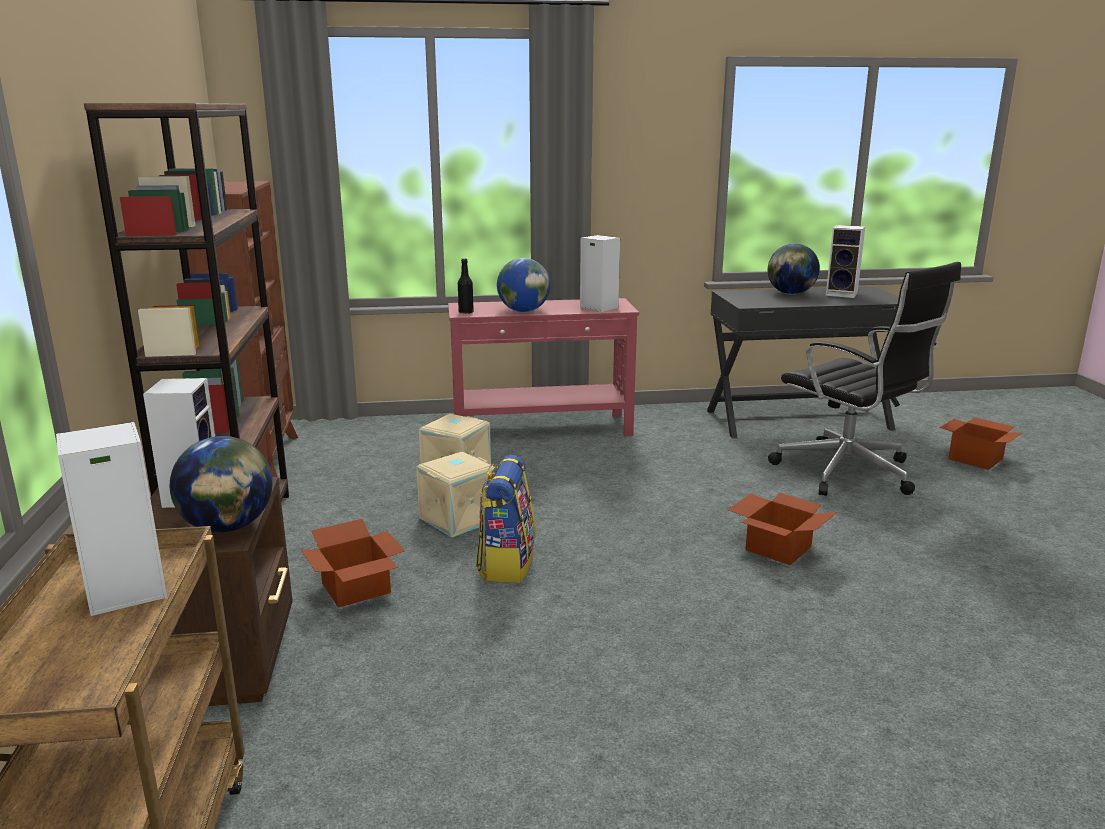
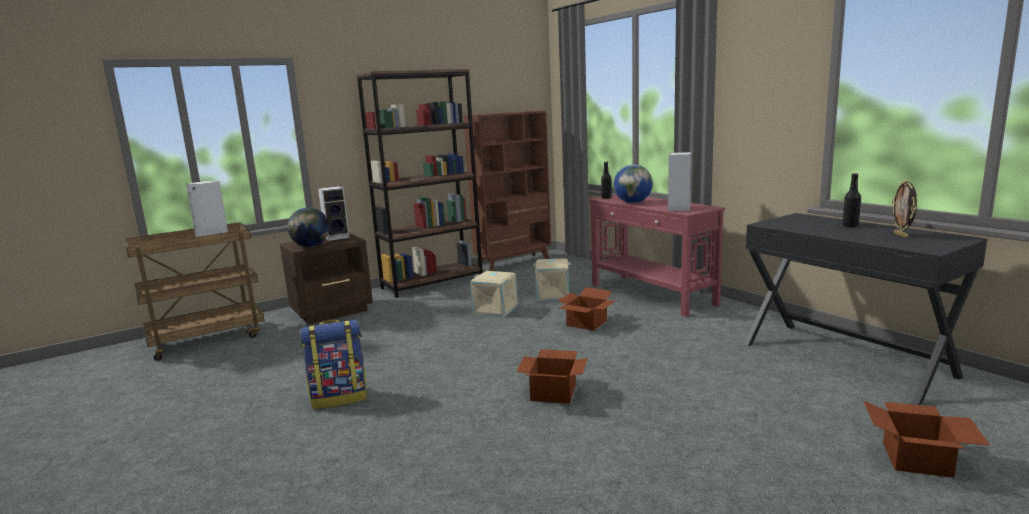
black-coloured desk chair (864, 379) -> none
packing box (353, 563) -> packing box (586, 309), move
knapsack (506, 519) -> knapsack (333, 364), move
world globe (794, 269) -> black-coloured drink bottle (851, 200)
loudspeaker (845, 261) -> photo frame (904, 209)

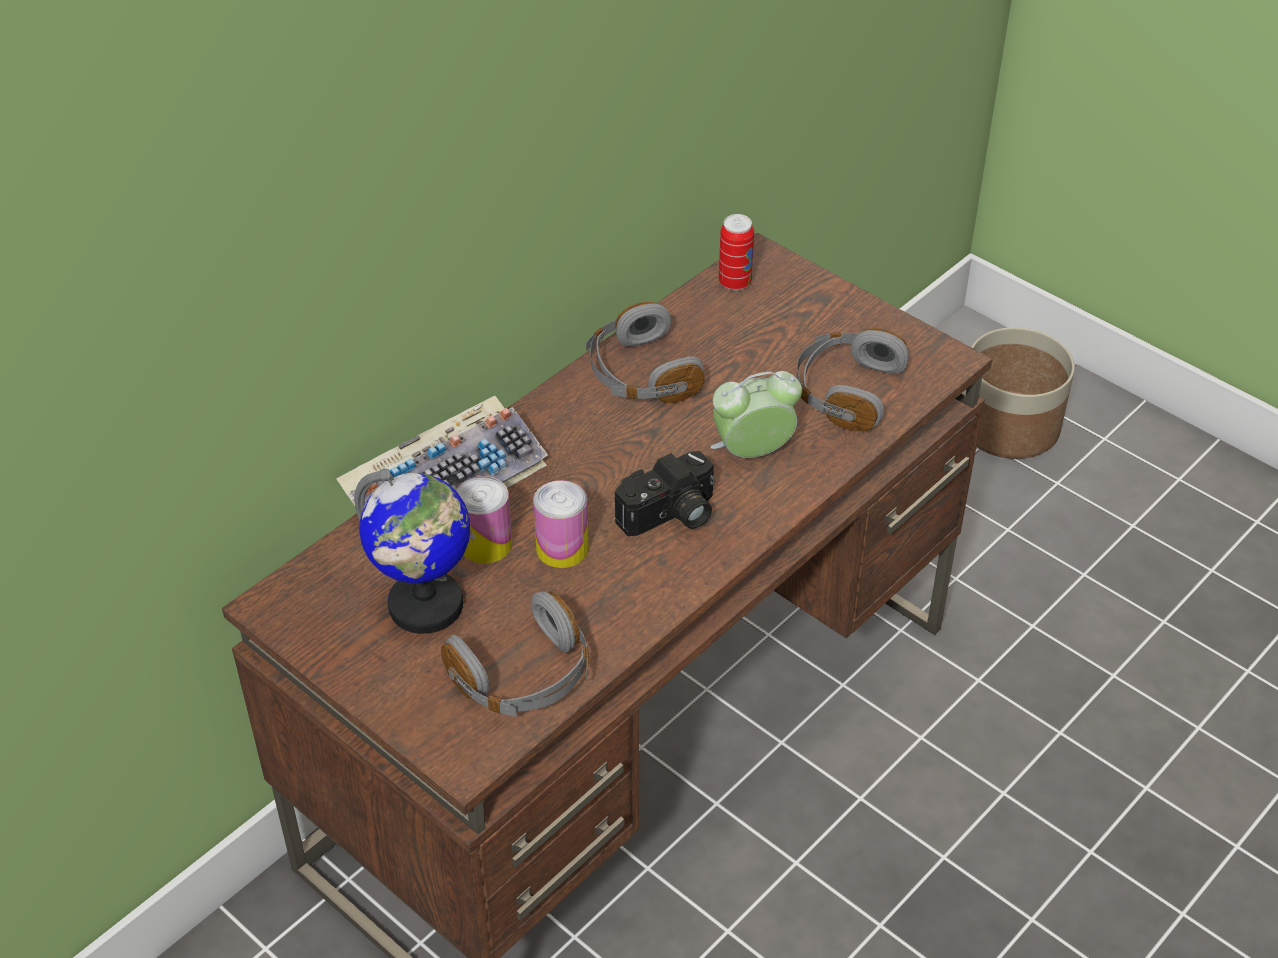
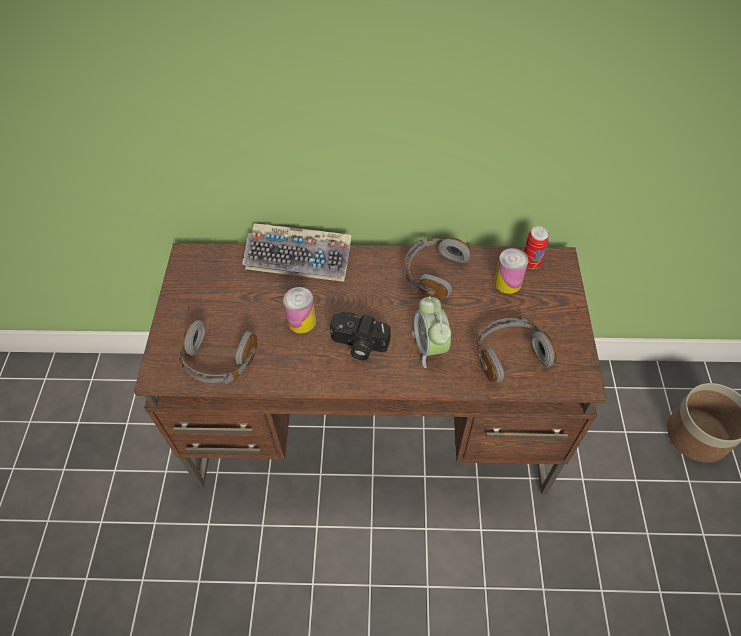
world globe (412, 551) -> none
sealed can (484, 520) -> sealed can (511, 271), move
table clock (756, 414) -> table clock (431, 332), 135 degrees counterclockwise

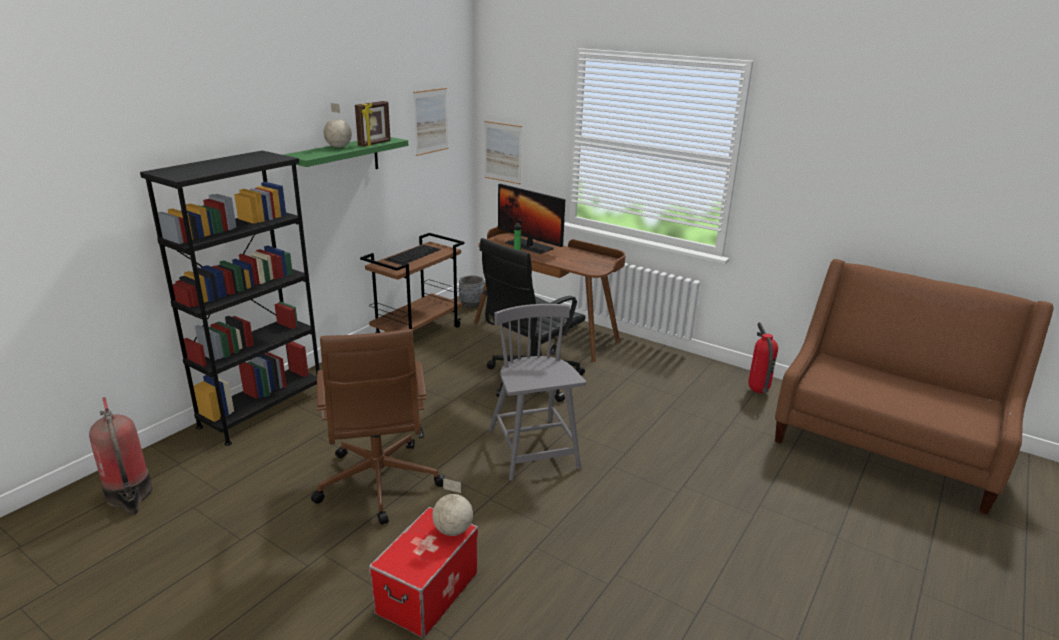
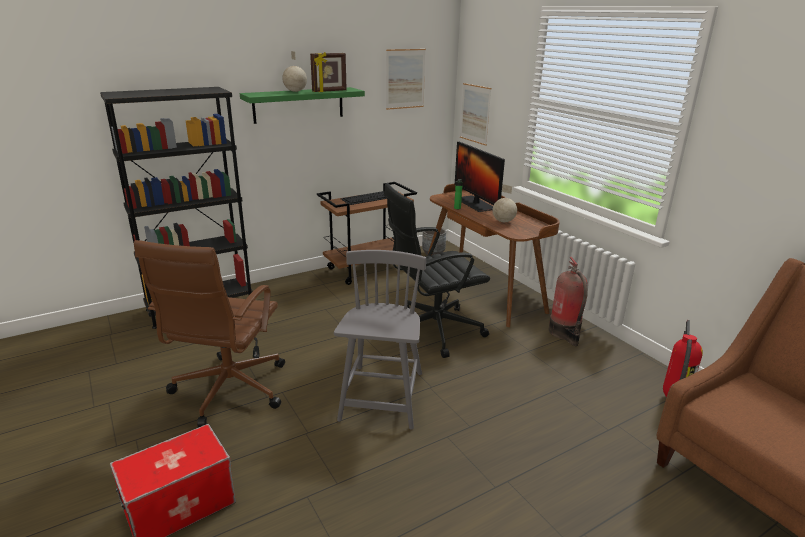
fire-fighting cylinder (121, 456) -> fire-fighting cylinder (568, 301), move
world globe (452, 507) -> world globe (504, 203), move

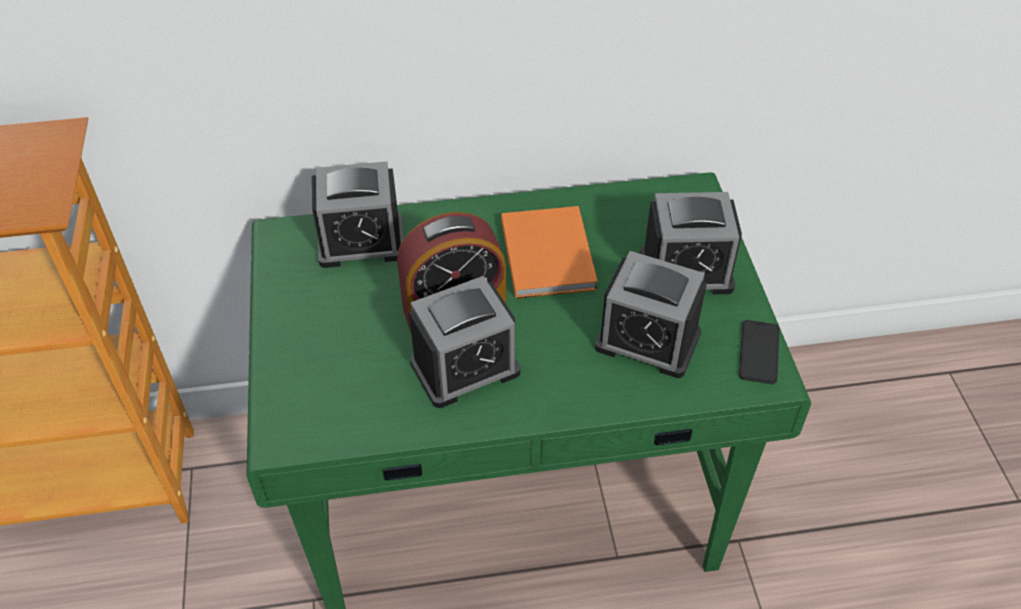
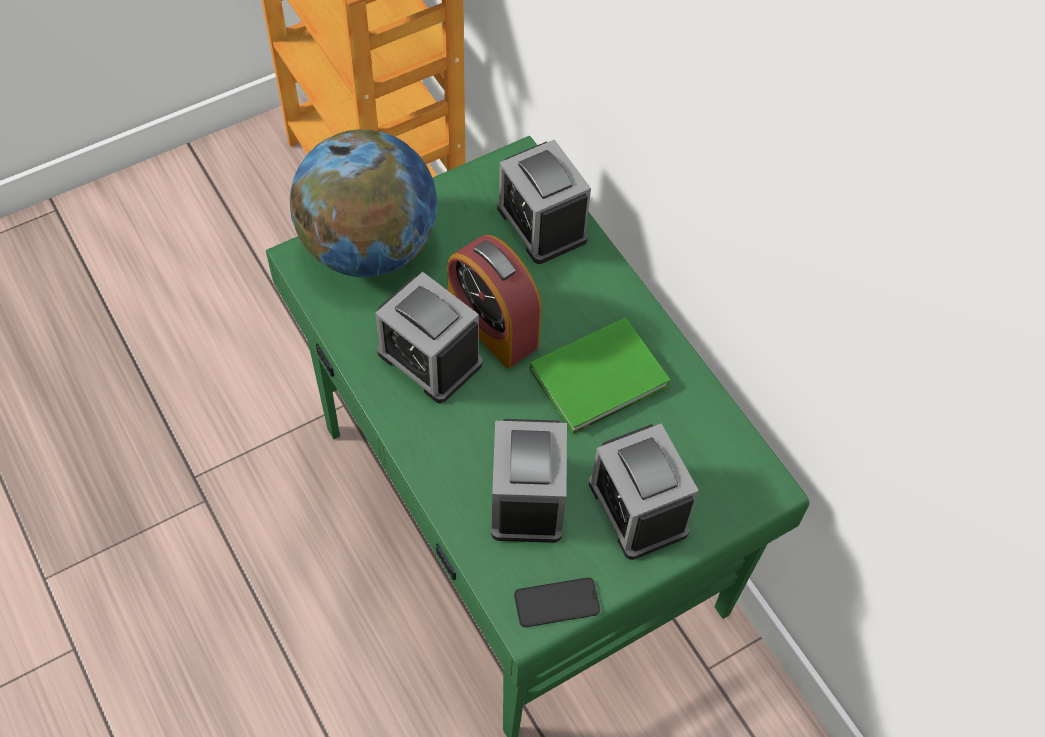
none -> world globe (364, 203)
orange bound book (549, 252) -> green bound book (600, 375)

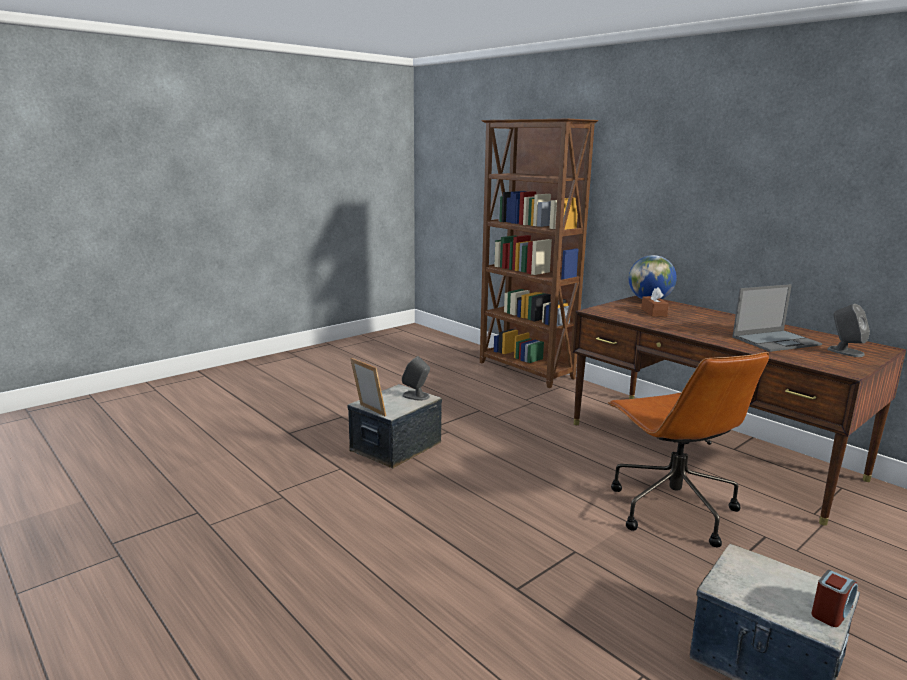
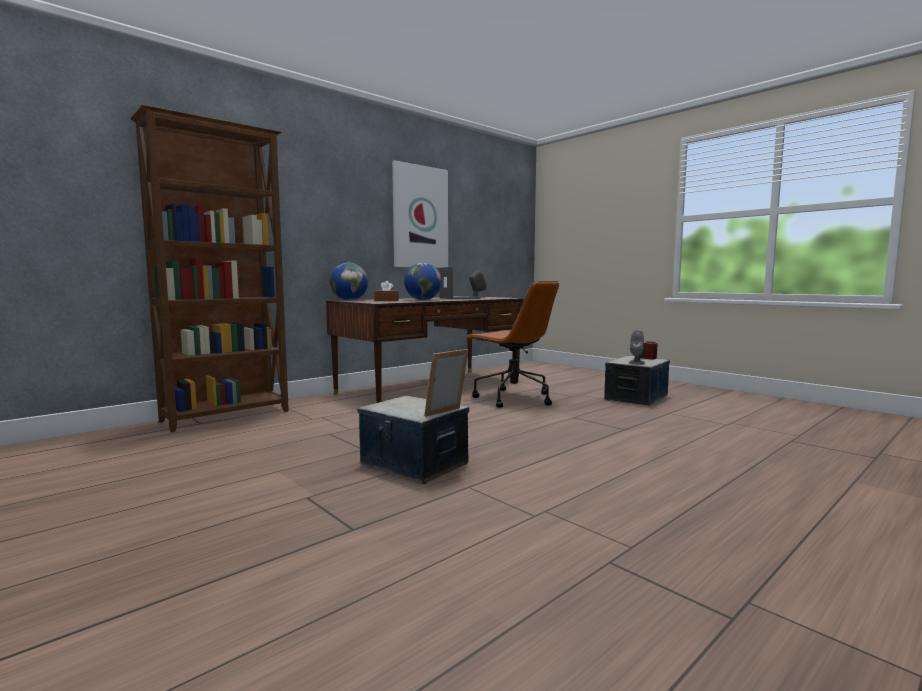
none -> wall art (420, 214)
none -> world globe (423, 281)
gray loudspeaker (416, 378) -> gray loudspeaker (637, 347), move
brown-coloured desk chair (688, 450) -> brown-coloured desk chair (512, 344), 60 degrees clockwise

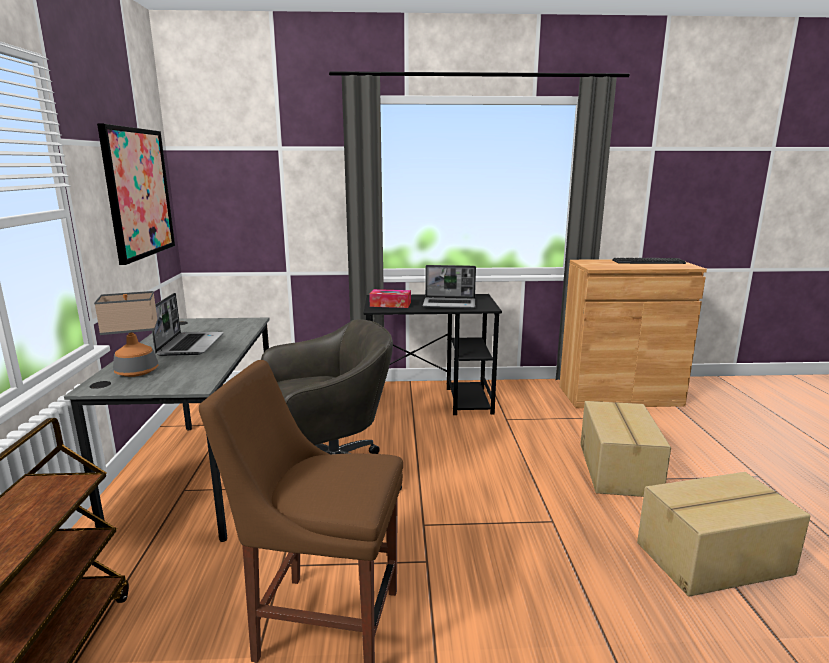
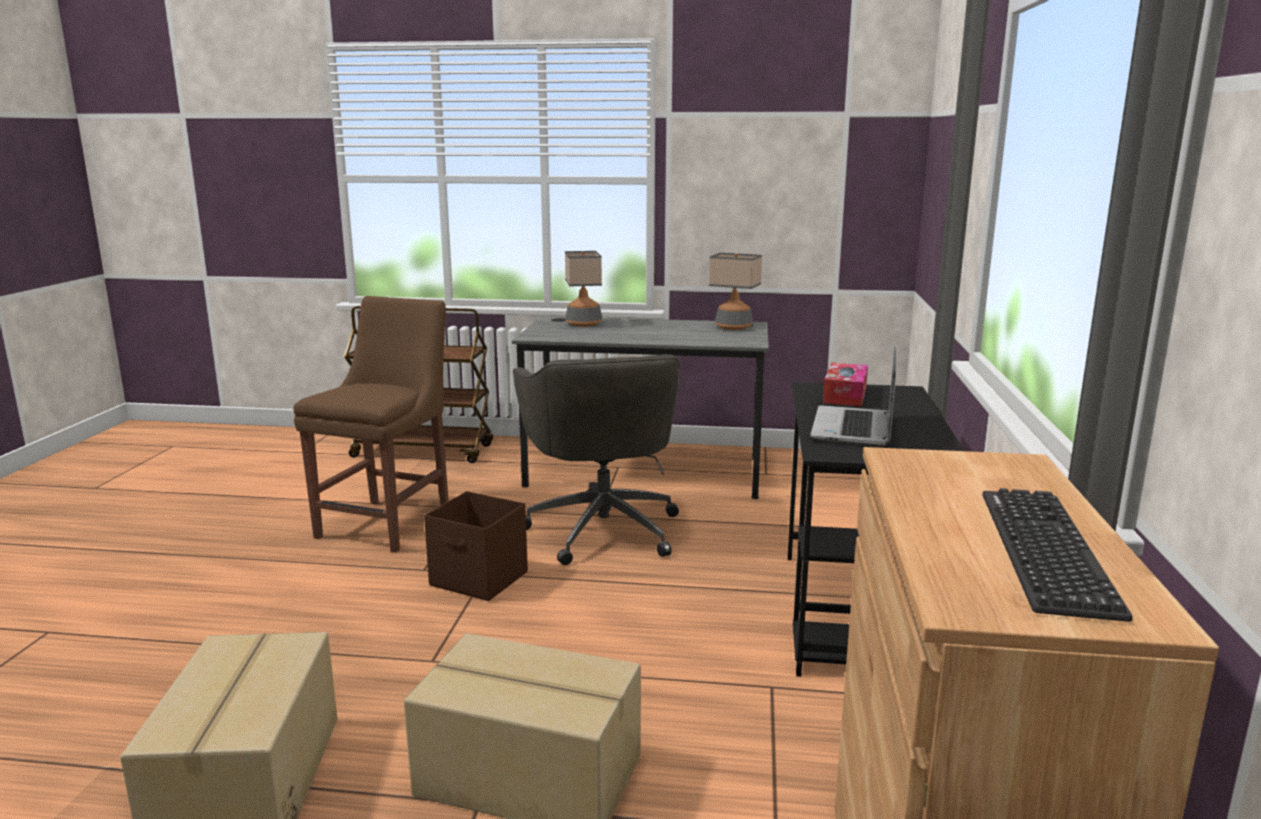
wall art (136, 194) -> none
laptop (187, 324) -> none
none -> brown-coloured storage bin (476, 546)
none -> table lamp (735, 291)

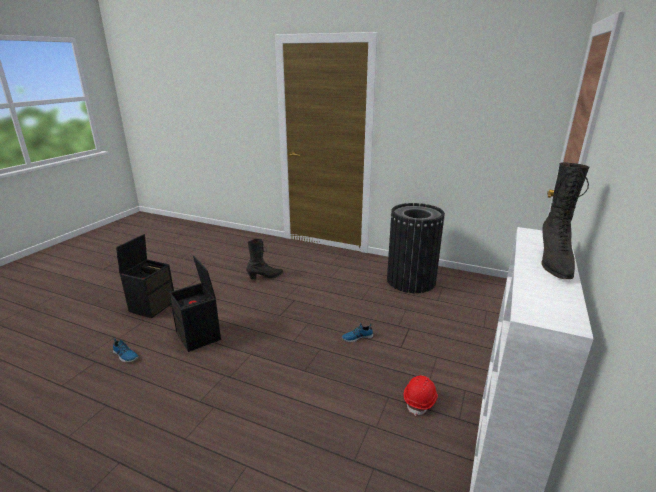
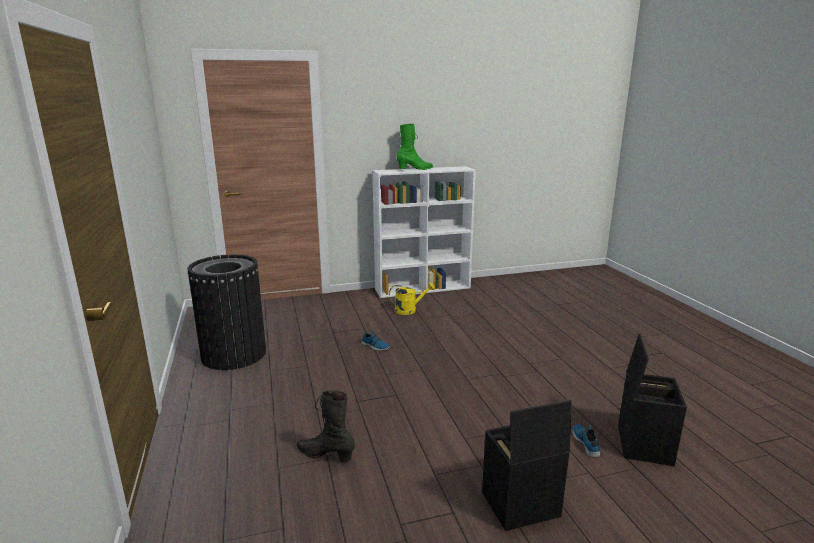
black-coloured storage bin (195, 304) -> black-coloured storage bin (652, 400), move
reddish hard hat (421, 395) -> yellowish watering pot (412, 298)
black-coloured high-top boot (565, 220) -> green high-top boot (414, 147)

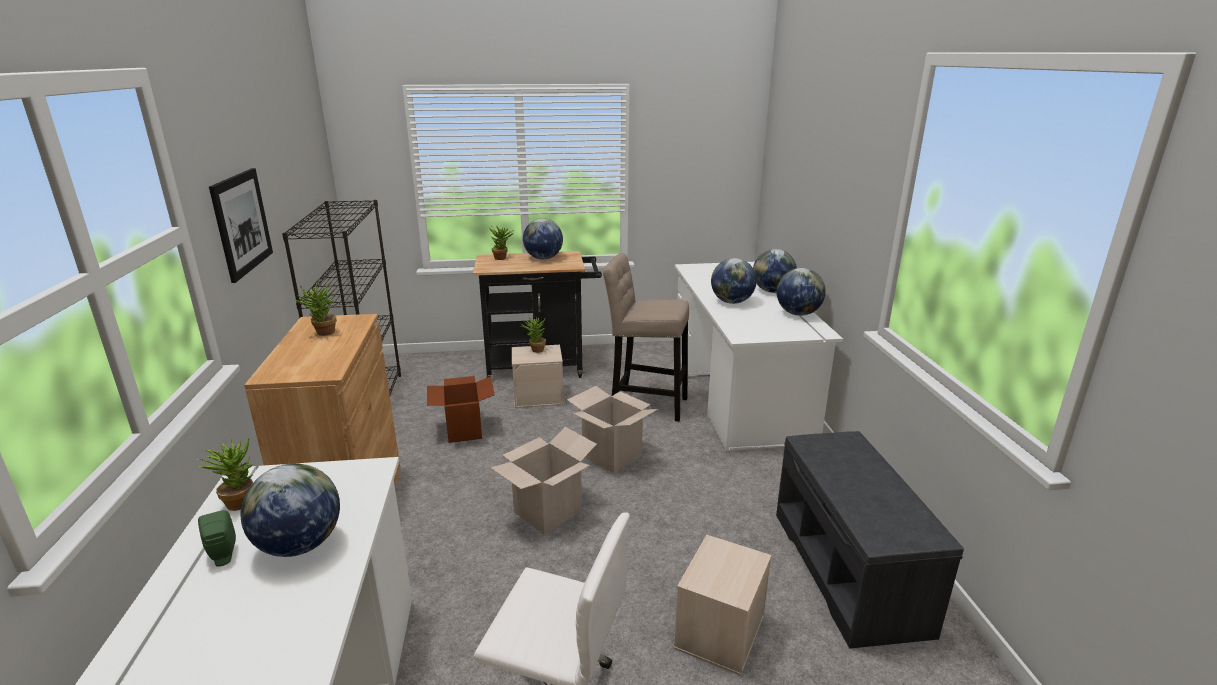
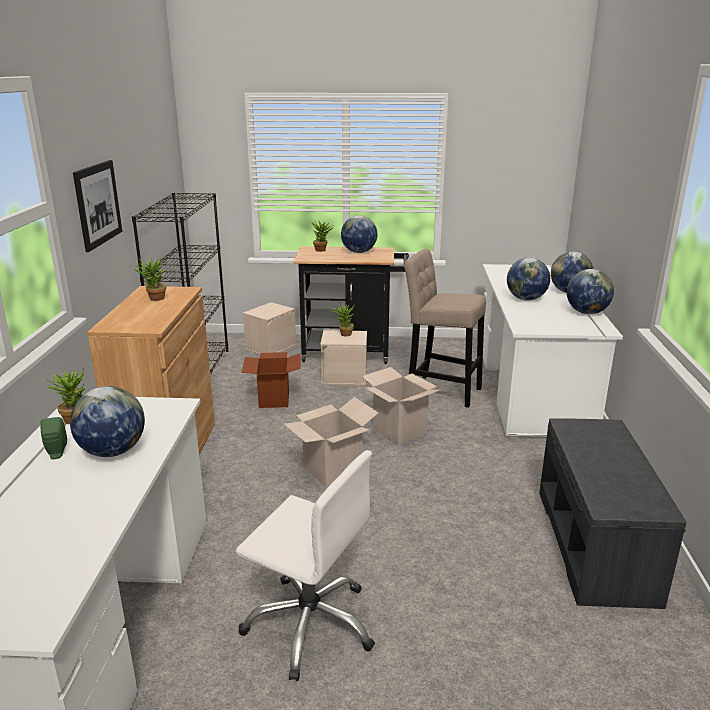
beige storage bin (723, 605) -> beige storage bin (269, 328), move

